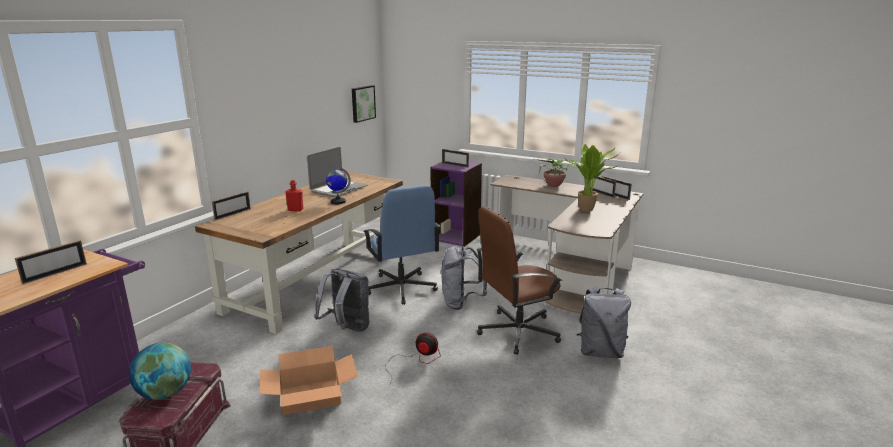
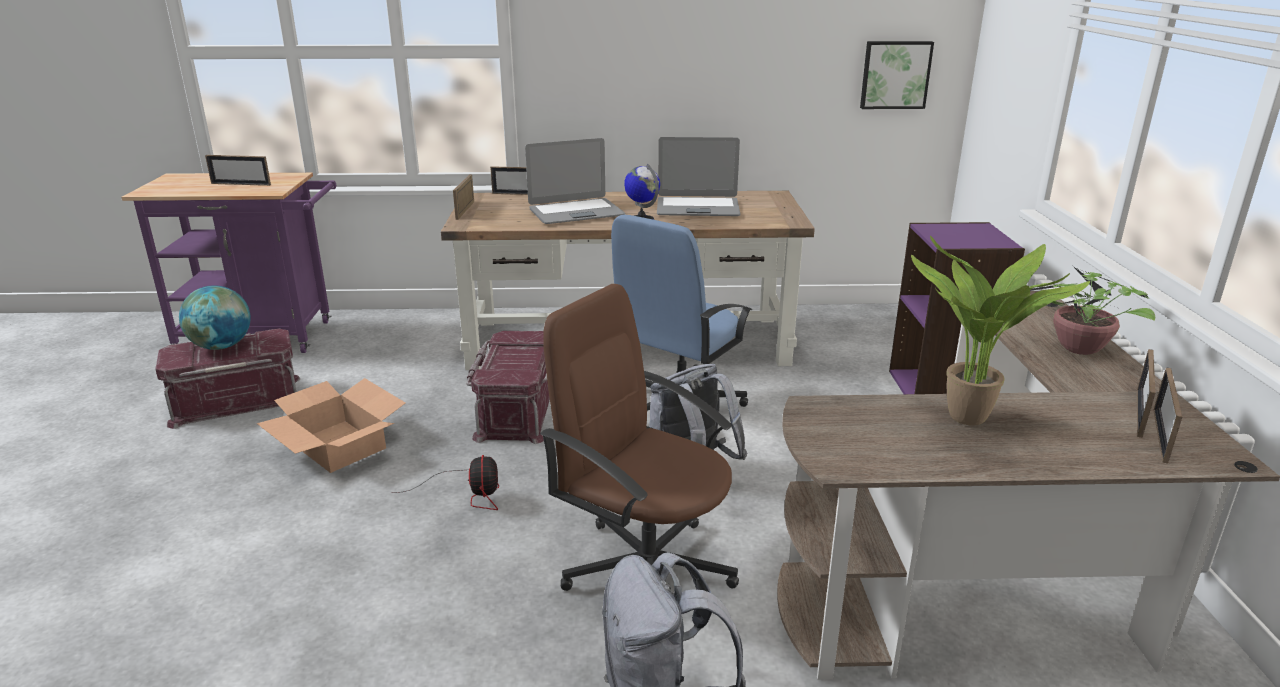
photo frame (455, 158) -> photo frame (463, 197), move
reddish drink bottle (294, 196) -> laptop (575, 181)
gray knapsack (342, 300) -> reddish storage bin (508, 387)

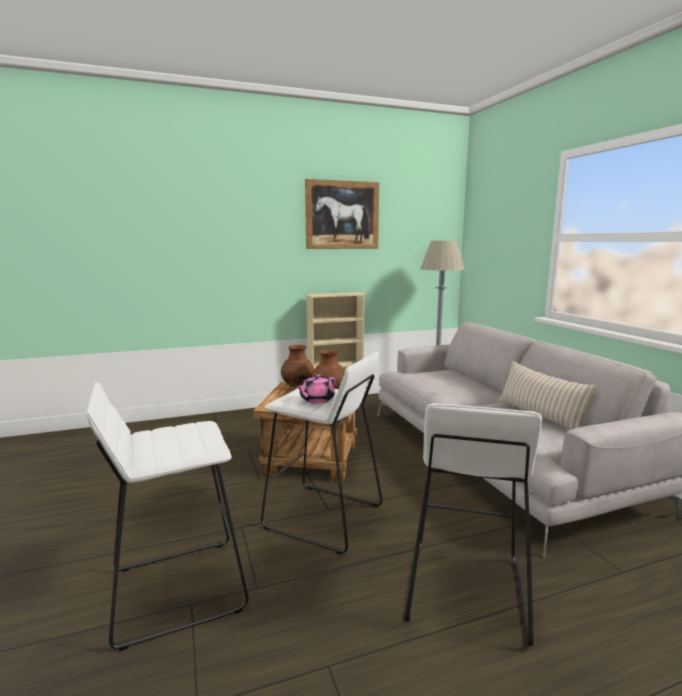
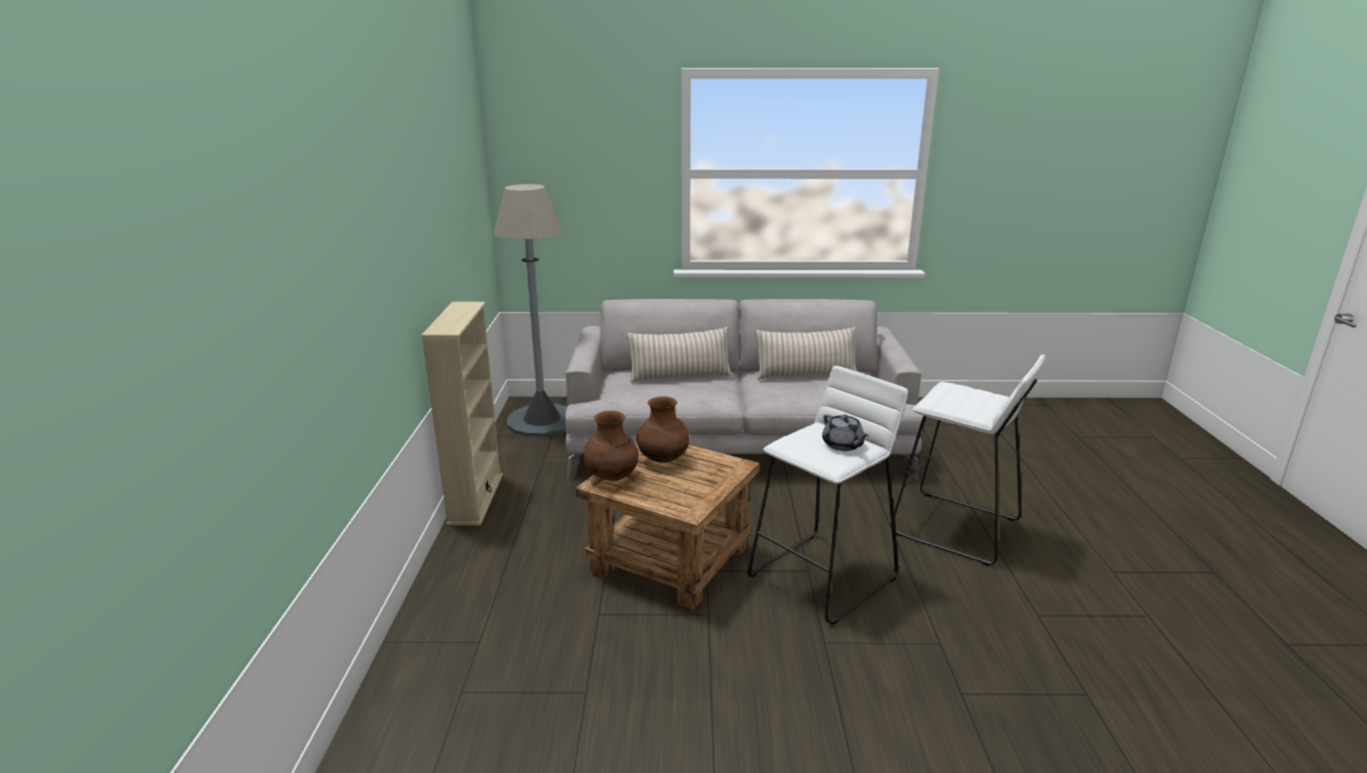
whitish stool seat (168, 516) -> none
wall art (342, 214) -> none
none -> beige cushion (679, 355)
pink pot for tea (316, 389) -> gray pot for tea (845, 432)

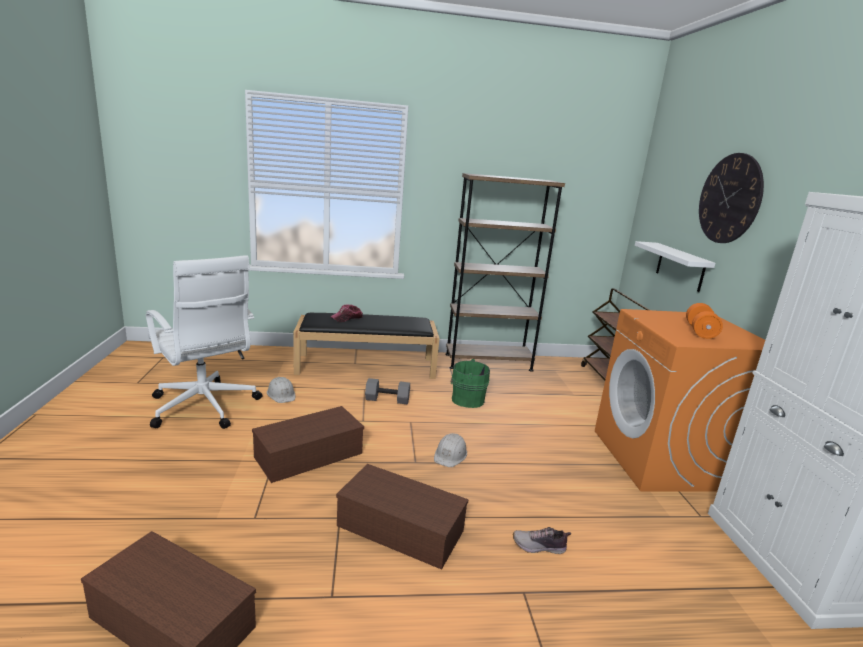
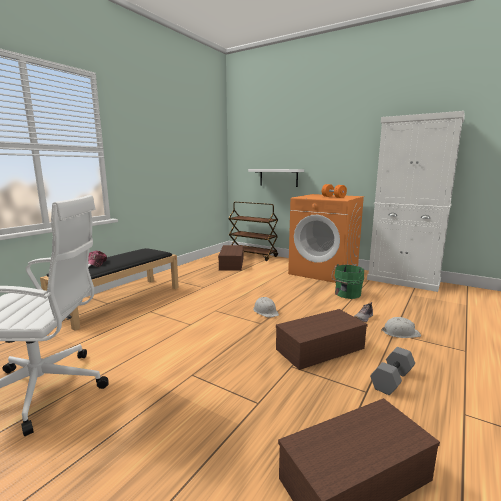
brown-coloured bookshelf (505, 272) -> none
clock on the wall (731, 198) -> none
brown-coloured storage bin (308, 444) -> brown-coloured storage bin (231, 258), move
whitish hard hat (281, 390) -> whitish hard hat (401, 327), move
gray free weight (387, 391) -> gray free weight (392, 371), move
green pail (470, 383) -> green pail (348, 281), move

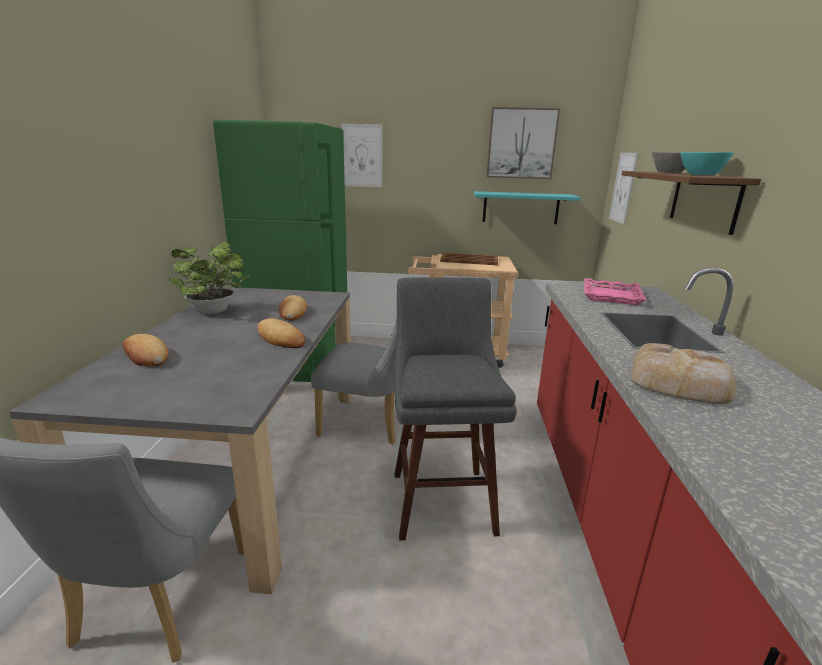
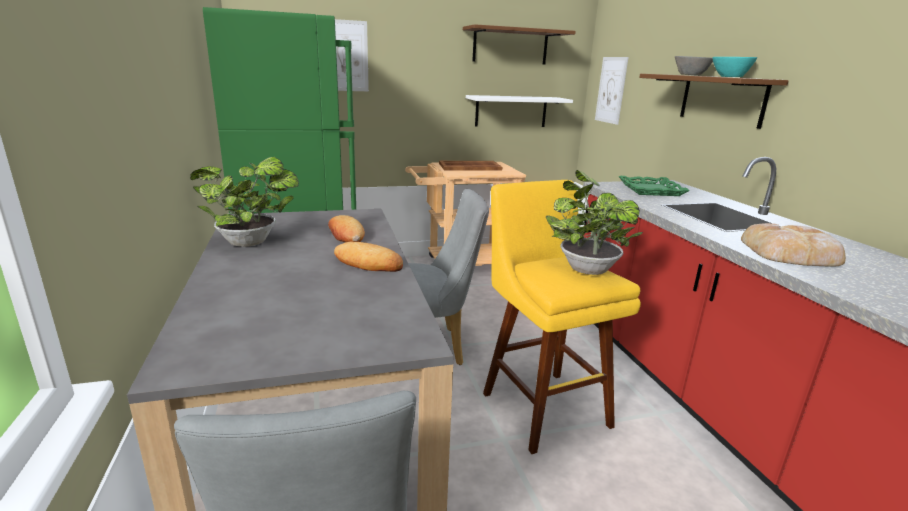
bread (145, 350) -> none
none -> plant in a pot (594, 222)
wall art (523, 143) -> brown-coloured wall shelf (519, 44)
gray stool seat (455, 409) -> yellowish stool seat (562, 317)
blue-green wall shelf (527, 207) -> whitish wall shelf (519, 111)
pink tray (615, 291) -> green tray (654, 186)

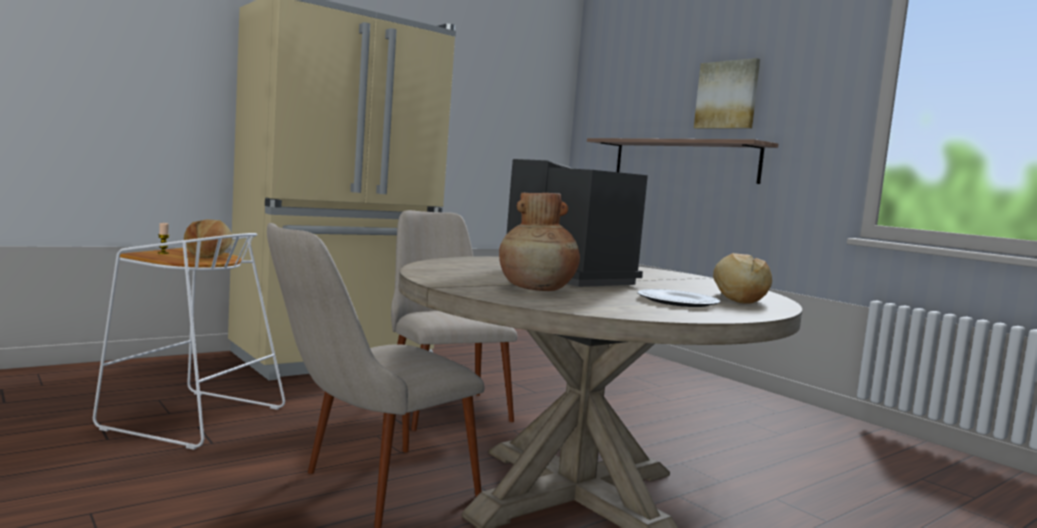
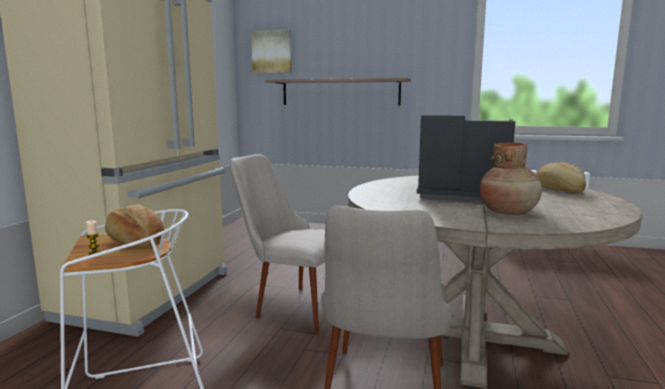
dinner plate (678, 298) -> none
wall art (727, 93) -> wall art (271, 51), move

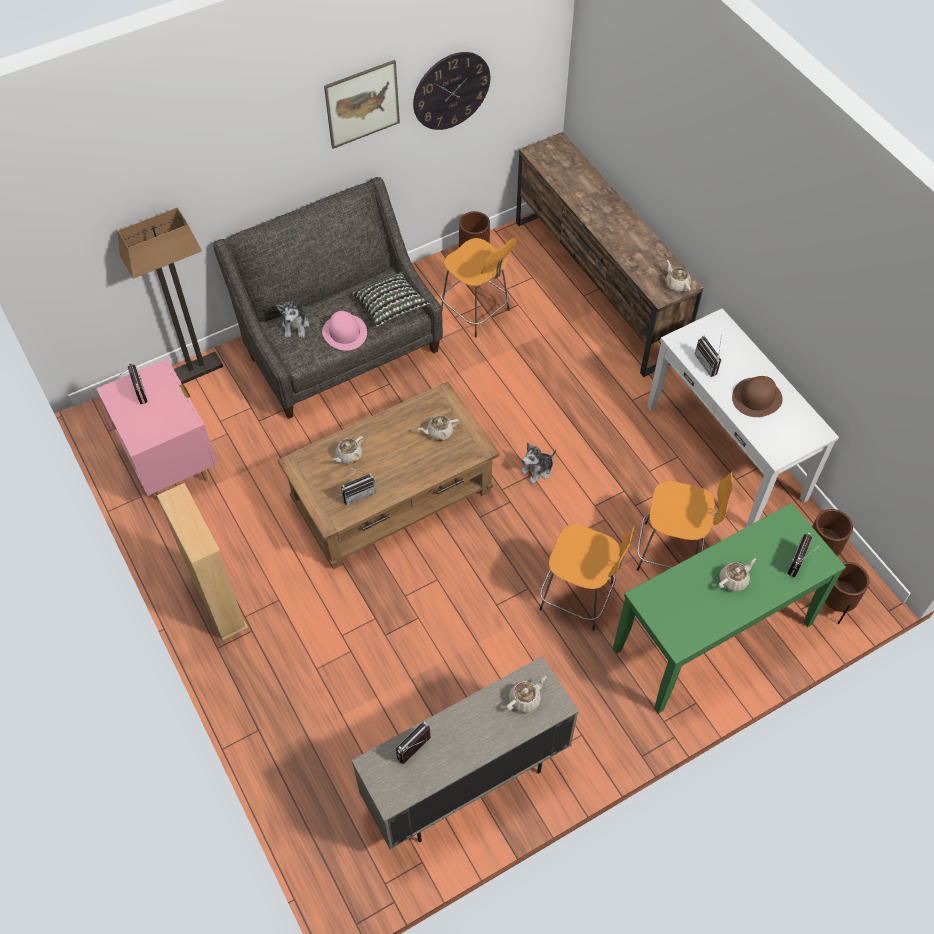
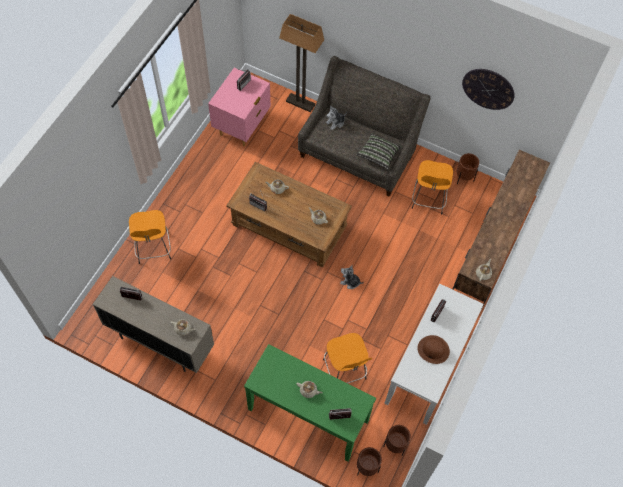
beige bookshelf (202, 561) -> none
pink hat (344, 331) -> none
wall art (362, 104) -> none
orange stool seat (587, 577) -> orange stool seat (150, 237), move

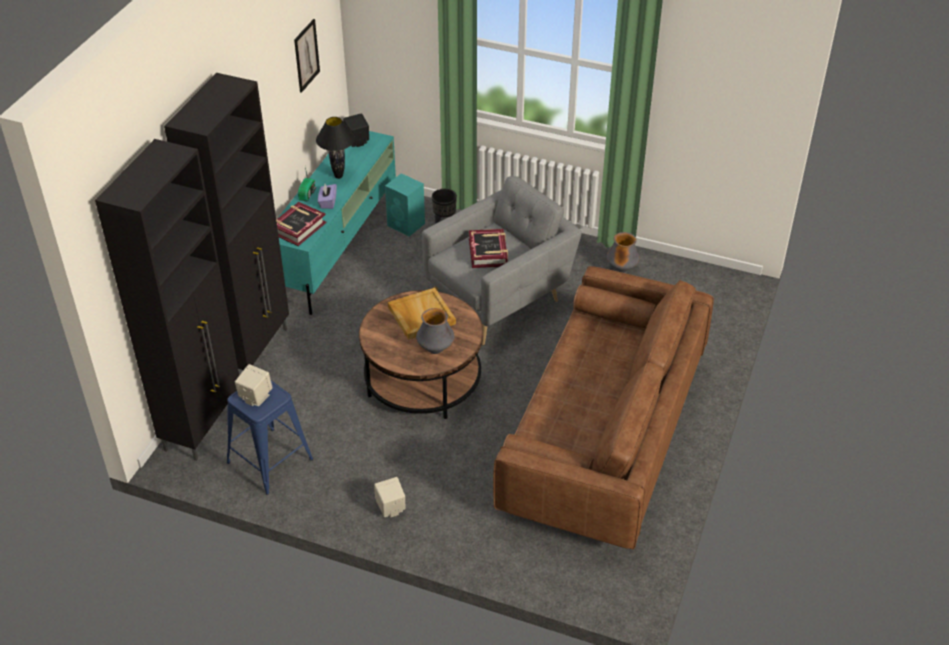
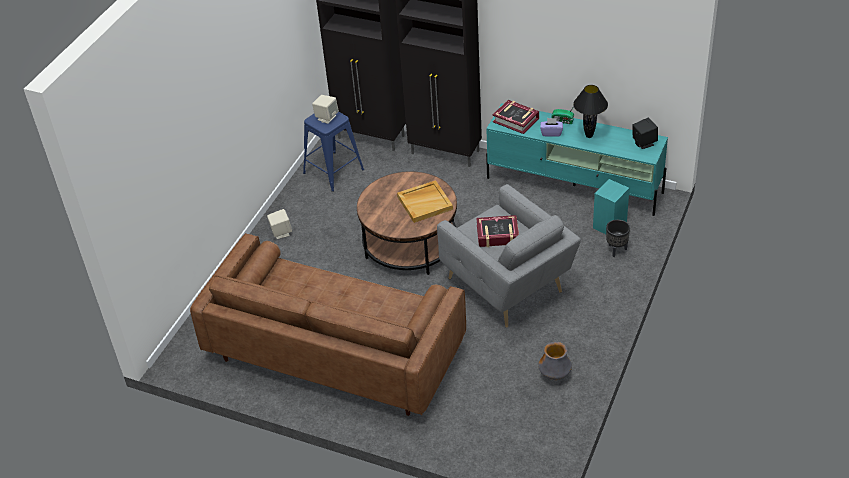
wall art (307, 56) -> none
decorative vase (435, 331) -> none

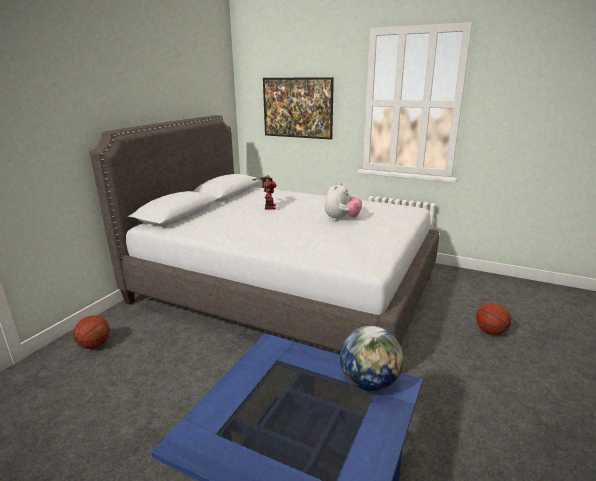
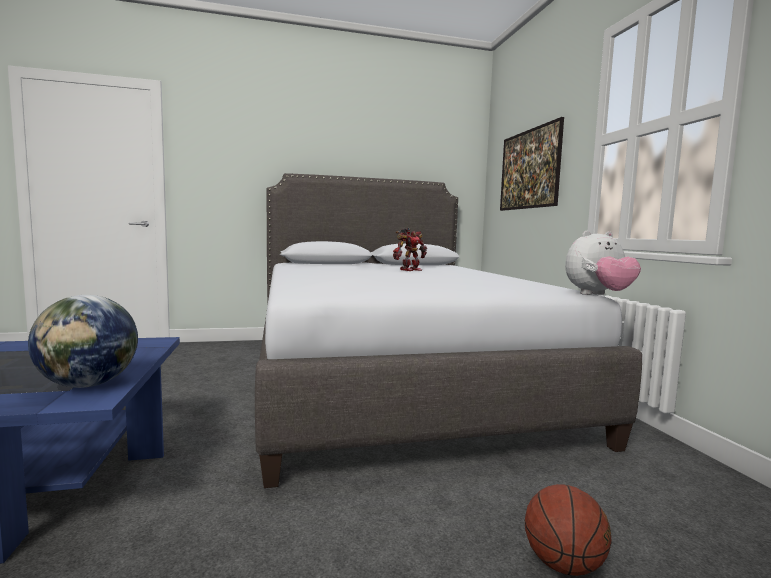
ball for basketball (91, 332) -> none
cuddly toy (343, 201) -> cuddly toy (603, 263), move

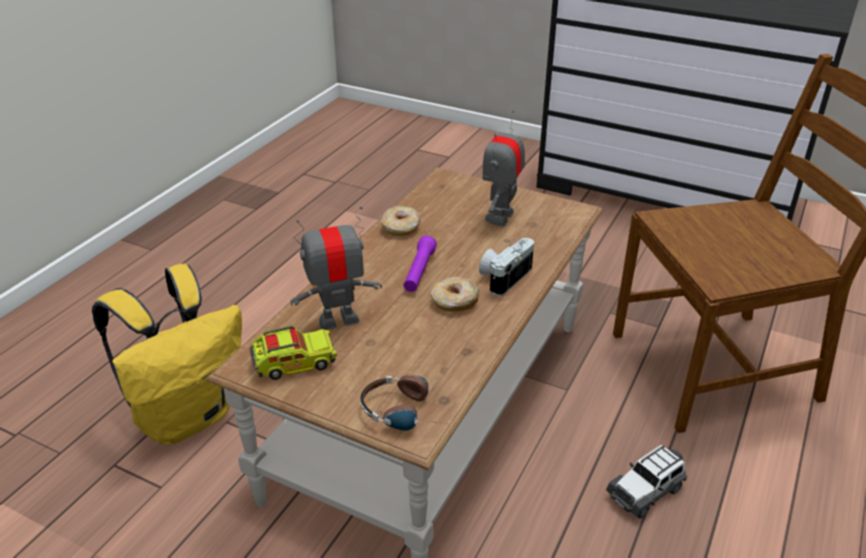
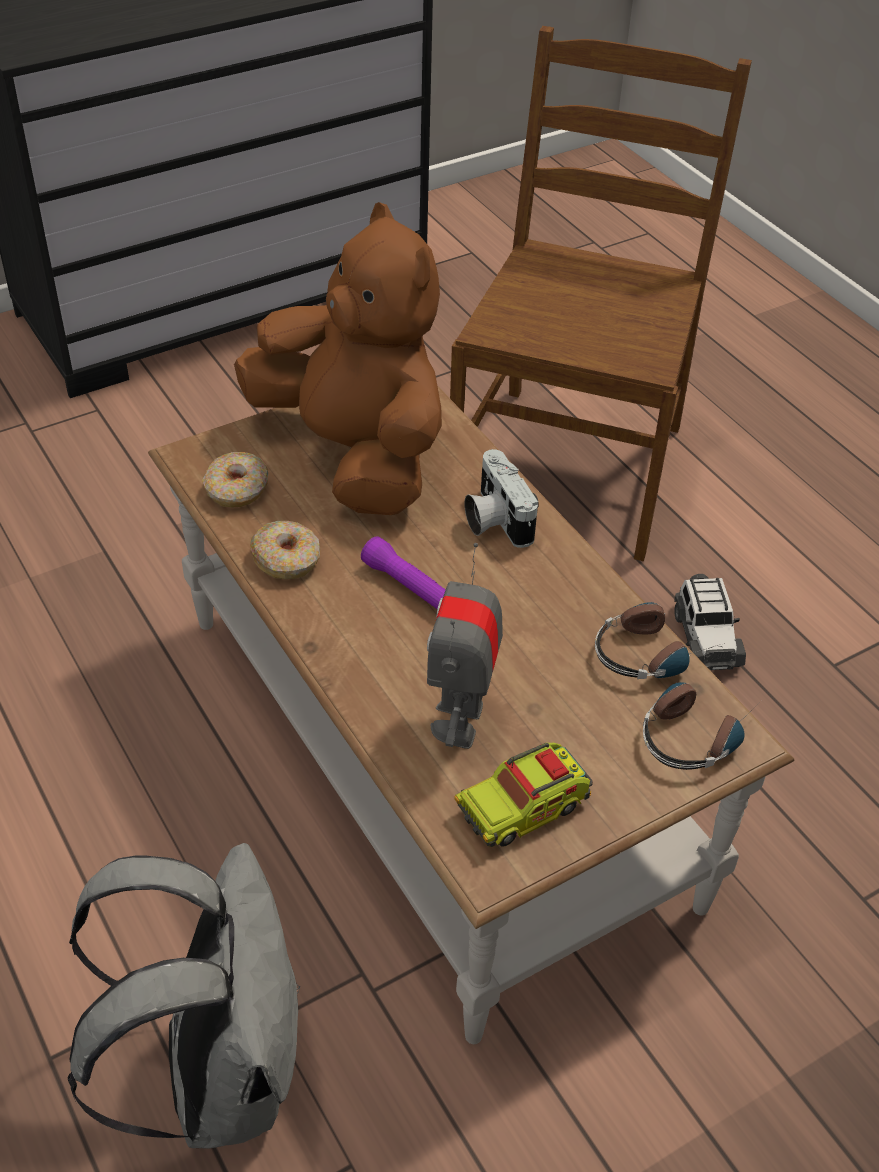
none -> headset (660, 640)
ring doughnut (455, 294) -> ring doughnut (235, 480), move
robot figure (503, 168) -> brown-coloured cuddly toy (338, 358)
yellowish knapsack (167, 354) -> gray knapsack (184, 995)
model truck (293, 353) -> model truck (523, 795), 135 degrees counterclockwise

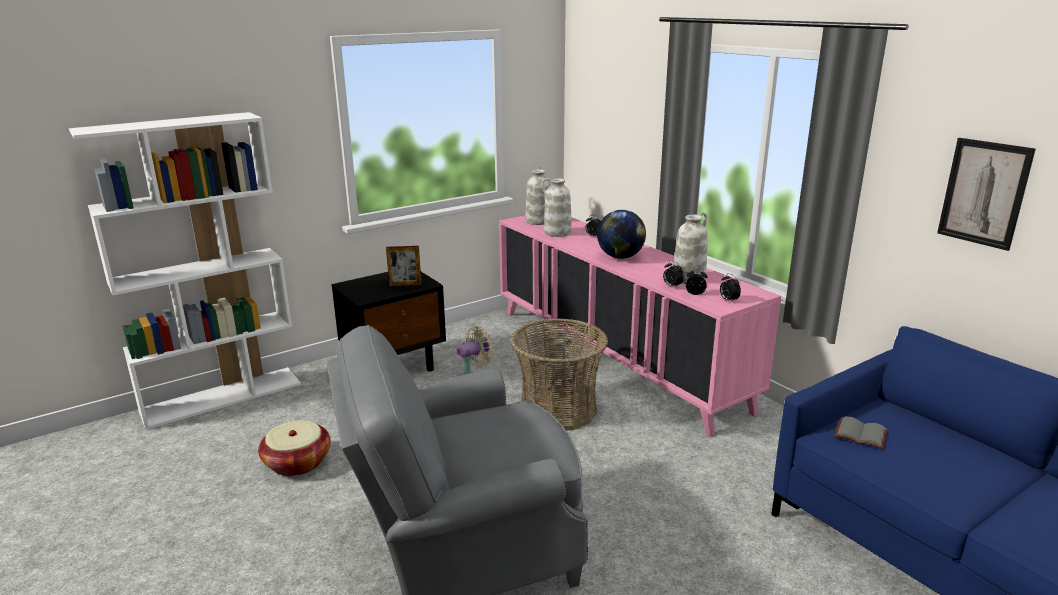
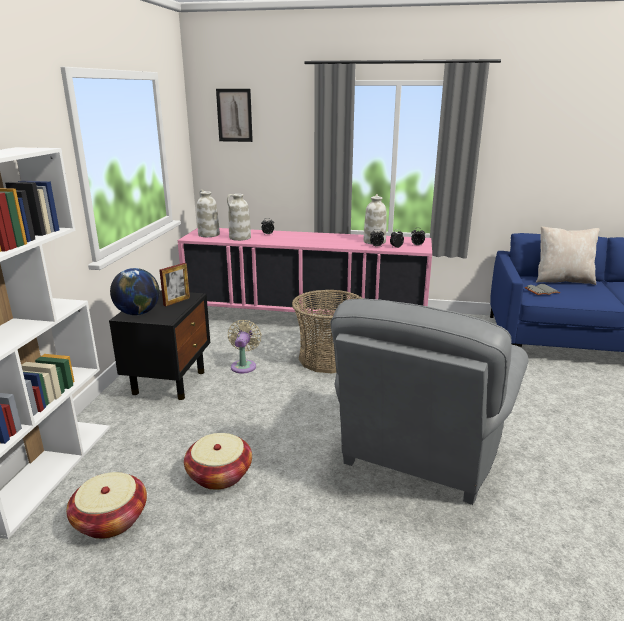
none -> household basket (106, 505)
none -> beige cushion (567, 255)
world globe (621, 234) -> world globe (135, 291), move
wall art (986, 194) -> wall art (234, 115), move

